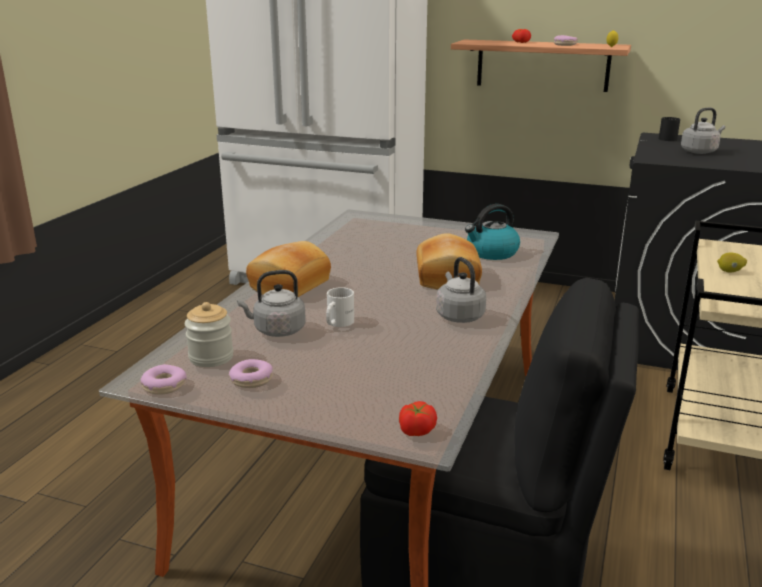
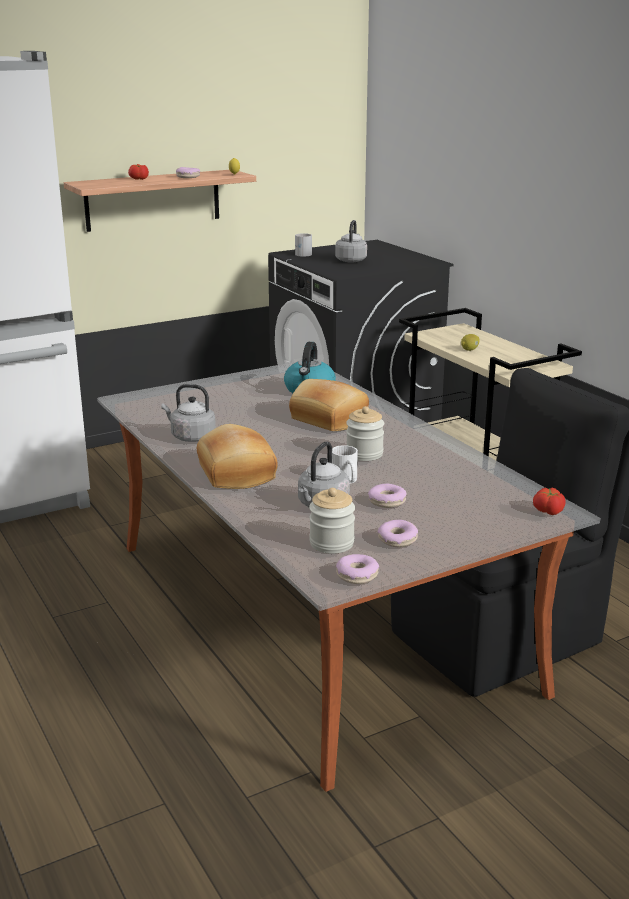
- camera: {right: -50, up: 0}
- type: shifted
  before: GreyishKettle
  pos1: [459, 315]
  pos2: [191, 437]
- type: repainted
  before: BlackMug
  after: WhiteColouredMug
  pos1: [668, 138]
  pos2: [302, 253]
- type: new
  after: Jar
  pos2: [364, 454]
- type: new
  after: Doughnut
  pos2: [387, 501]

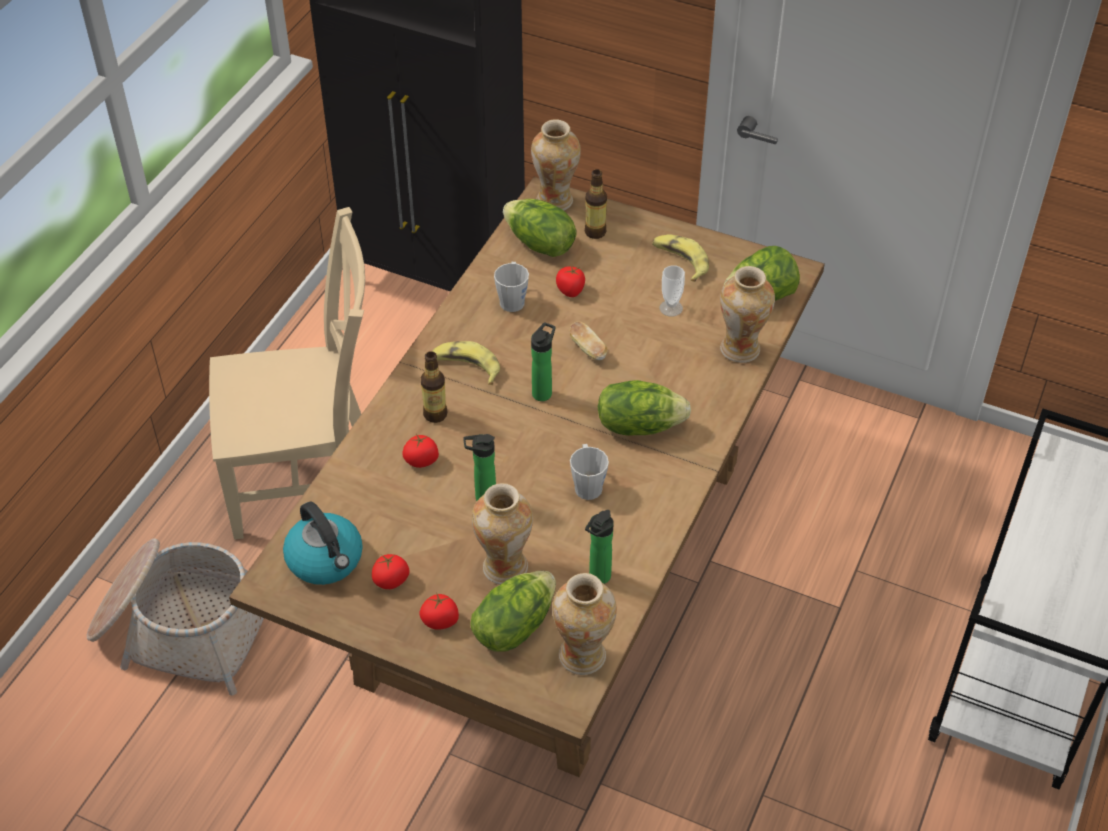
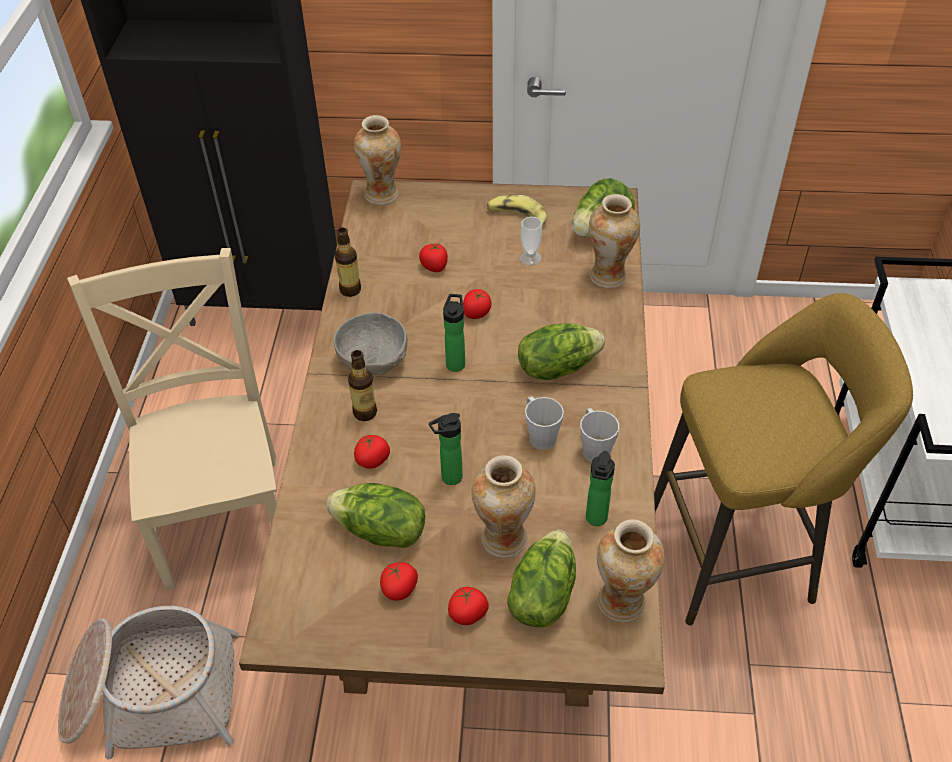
- camera: {right: -20, up: 0}
- type: rotated
  before: BeigeColouredUprightChair
  pos1: [310, 481]
  pos2: [222, 513]
  turn: -75
- type: shifted
  before: HeadOfLettuce
  pos1: [539, 244]
  pos2: [380, 532]
- type: swapped
  before: WholeBanana
  after: GreyishDeepDish
  pos1: [466, 367]
  pos2: [373, 360]
- type: shifted
  before: DrinkBottle
  pos1: [595, 232]
  pos2: [350, 290]
- type: swapped
  before: BakedBread
  after: FreshTomato
  pos1: [588, 349]
  pos2: [476, 313]
- type: shifted
  before: GreyishMug
  pos1: [512, 299]
  pos2: [594, 448]
- type: new
  after: YellowColouredStool
  pos2: [739, 553]
- type: gone
  before: Kettle
  pos1: [326, 560]

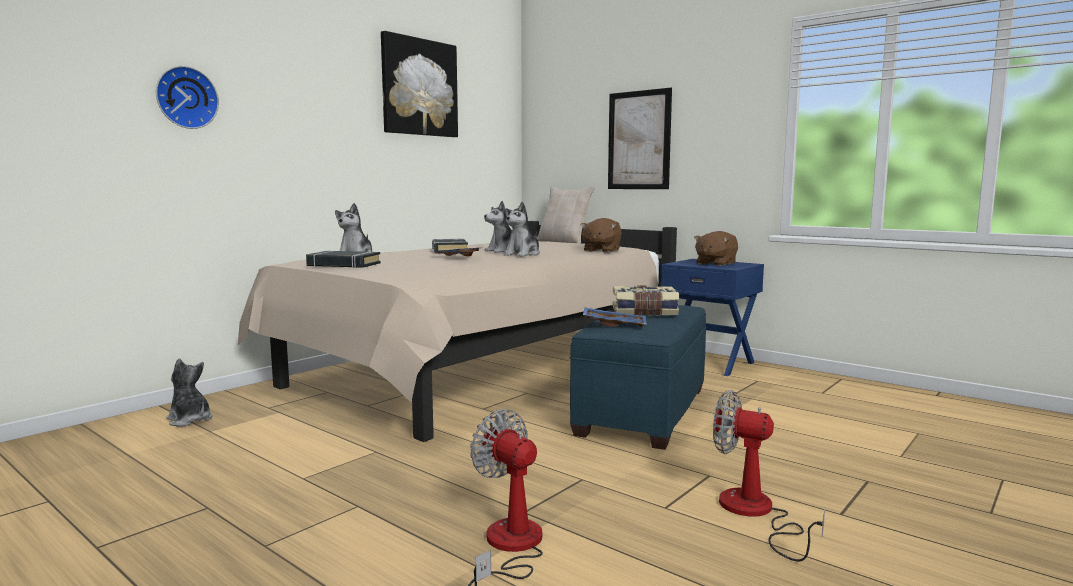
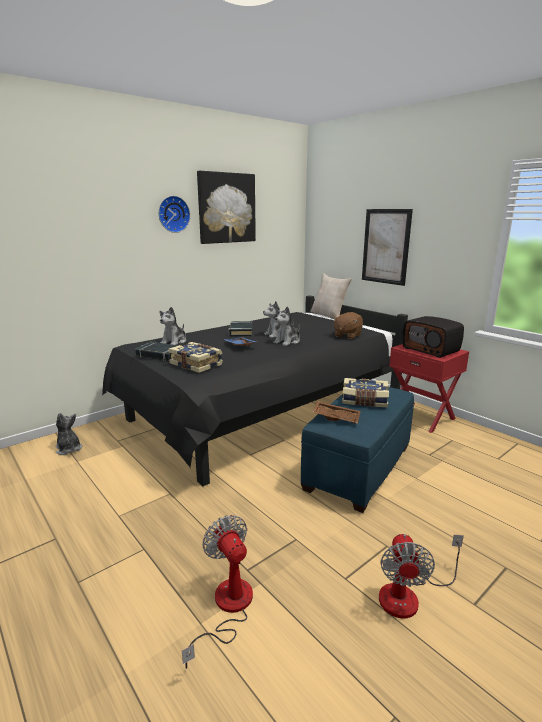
- camera: {right: 10, up: 10}
- type: repainted
  before: BeigeColouredBedroomBed
  after: BlackBedroomBed
  pos1: [483, 369]
  pos2: [261, 411]
- type: shifted
  before: WallClock
  pos1: [185, 98]
  pos2: [173, 214]
- type: new
  after: BoundBook
  pos2: [197, 364]
- type: repainted
  before: BluishServingTray
  after: BrownColouredServingTray
  pos1: [614, 324]
  pos2: [336, 417]
- type: rotated
  before: ElectricFan
  pos1: [755, 513]
  pos2: [409, 594]
  turn: -120
- type: repainted
  before: BluishNightTable
  after: RedColouredNightTable
  pos1: [709, 363]
  pos2: [421, 416]
- type: swapped
  before: BrownColouredCuddlyToy
  after: Radio
  pos1: [715, 264]
  pos2: [431, 349]

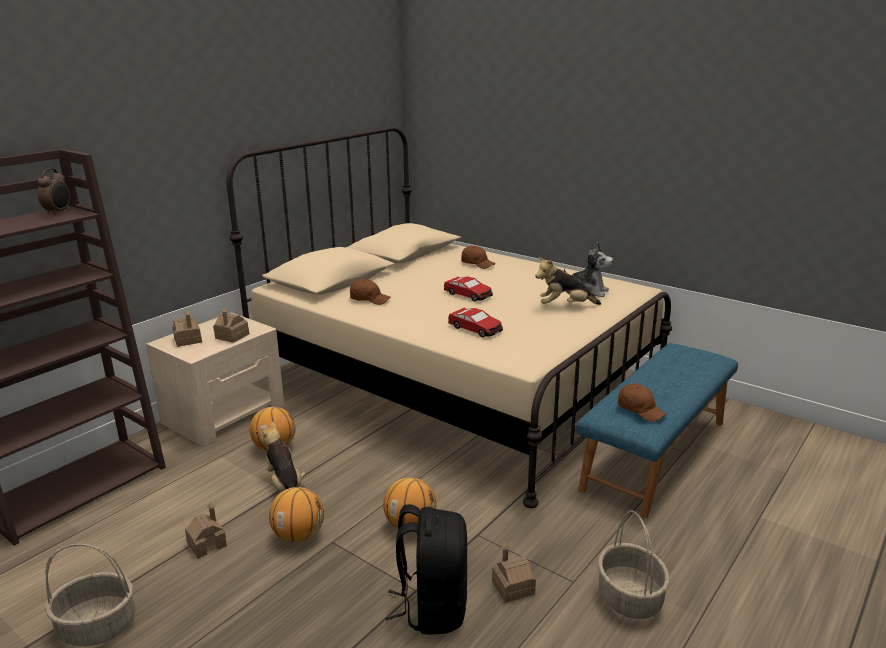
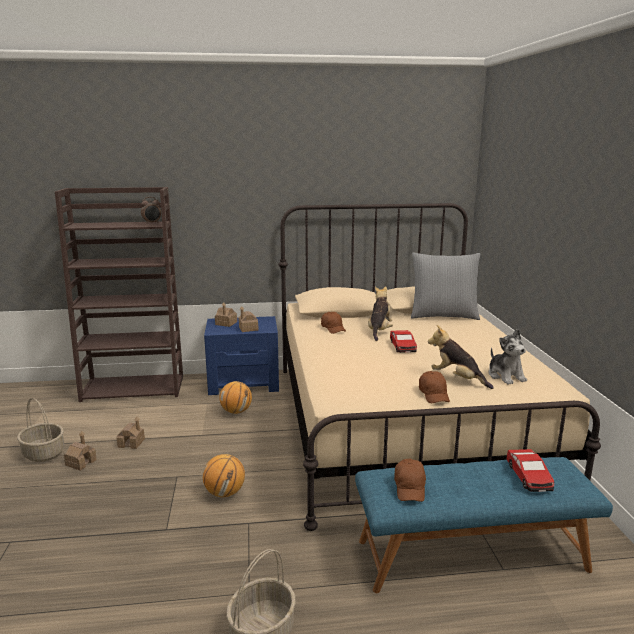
- camera: {right: 45, up: -5}
- type: shifted
  before: ToyHouse
  pos1: [513, 587]
  pos2: [81, 462]
- type: repainted
  before: BeigeColouredNightTable
  after: BluishNightTable
  pos1: [224, 414]
  pos2: [244, 382]
- type: shifted
  before: CuddlyToy
  pos1: [285, 486]
  pos2: [379, 331]
- type: new
  after: GreyishThrowPillow
  pos2: [443, 316]
- type: shifted
  before: BrownColouredCap
  pos1: [477, 264]
  pos2: [434, 395]
- type: shifted
  before: ModelCar
  pos1: [475, 329]
  pos2: [529, 476]
- type: gone
  before: BasketballBall
  pos1: [299, 536]
- type: gone
  before: BlackKnapsack
  pos1: [432, 607]

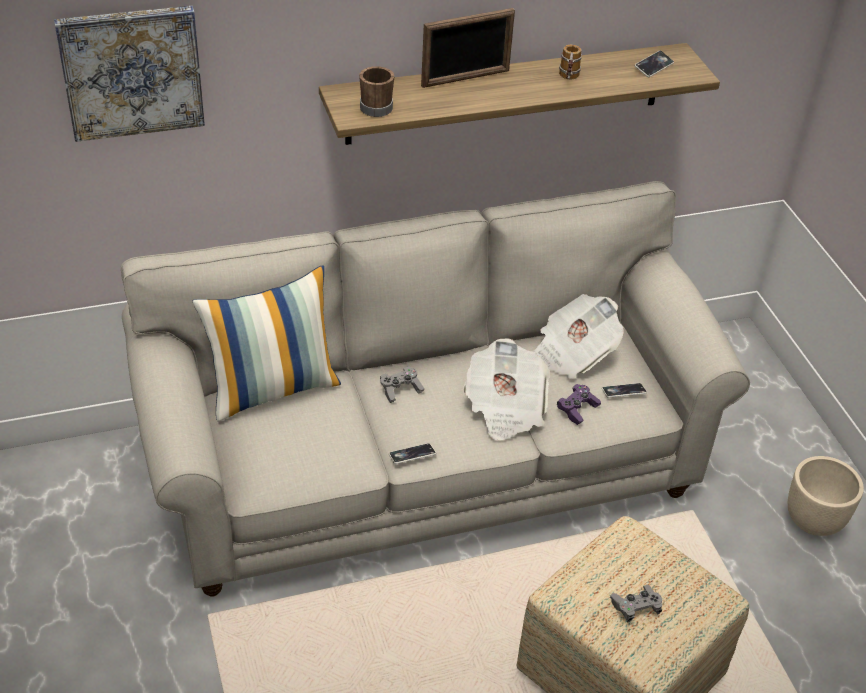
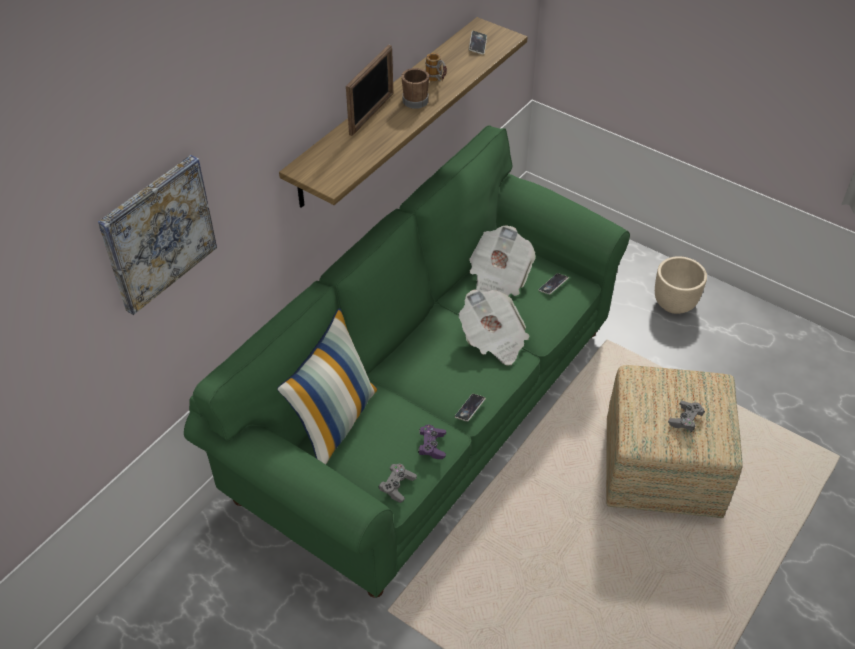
- camera: {right: -35, up: 5}
- type: repainted
  before: BeigeColouredCouch
  after: GreenColouredCouch
  pos1: [426, 466]
  pos2: [427, 413]
- type: shifted
  before: GreyishGameController
  pos1: [400, 390]
  pos2: [397, 486]
- type: shifted
  before: BrownColouredMug
  pos1: [378, 106]
  pos2: [414, 99]
- type: shifted
  before: PurpleColouredGameController
  pos1: [577, 409]
  pos2: [432, 446]

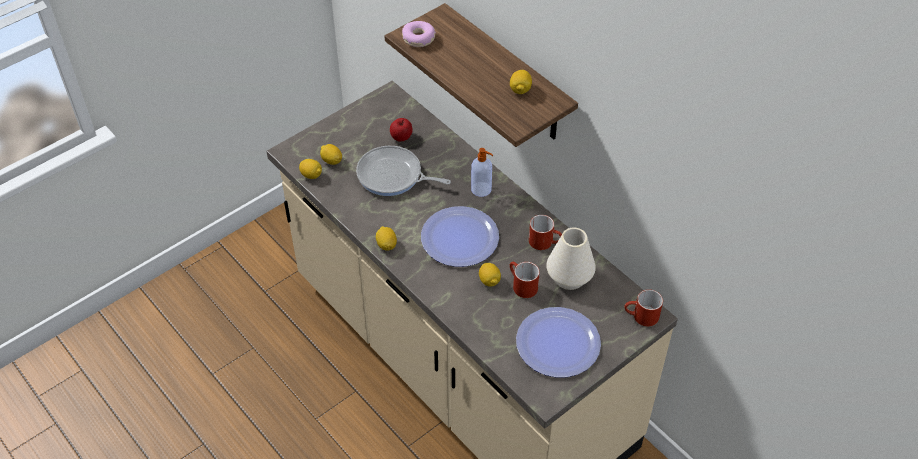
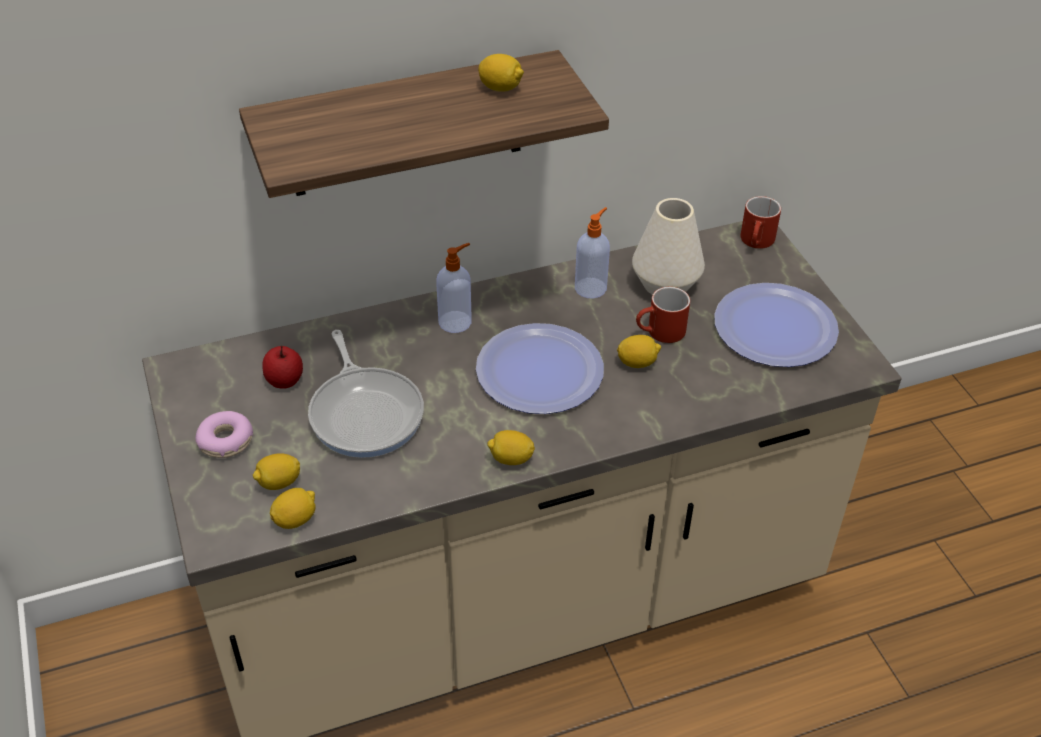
- camera: {right: -70, up: -5}
- type: shifted
  before: Doughnut
  pos1: [418, 39]
  pos2: [226, 441]
- type: rotated
  before: FryingPan
  pos1: [393, 176]
  pos2: [366, 413]
  turn: -60
- type: swapped
  before: RedColouredMug
  after: LiquidSoapBottle
  pos1: [545, 242]
  pos2: [591, 287]

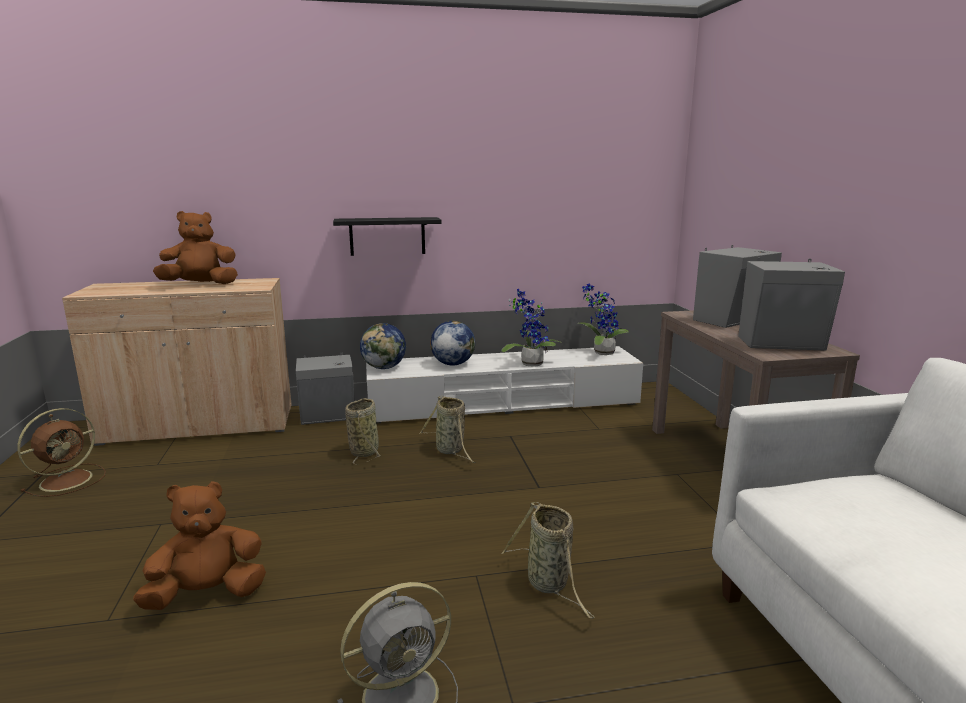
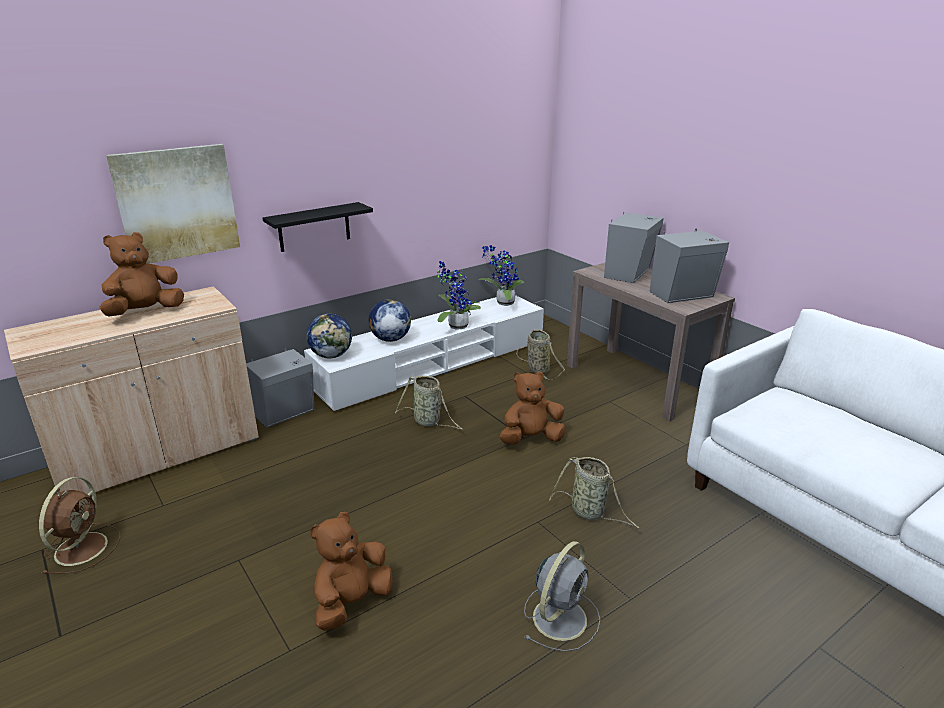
- camera: {right: -25, up: 10}
- type: new
  after: WallPicture
  pos2: [177, 203]
- type: new
  after: BrownColouredCuddlyToy
  pos2: [531, 439]
- type: shifted
  before: StorageBasket
  pos1: [364, 451]
  pos2: [537, 369]

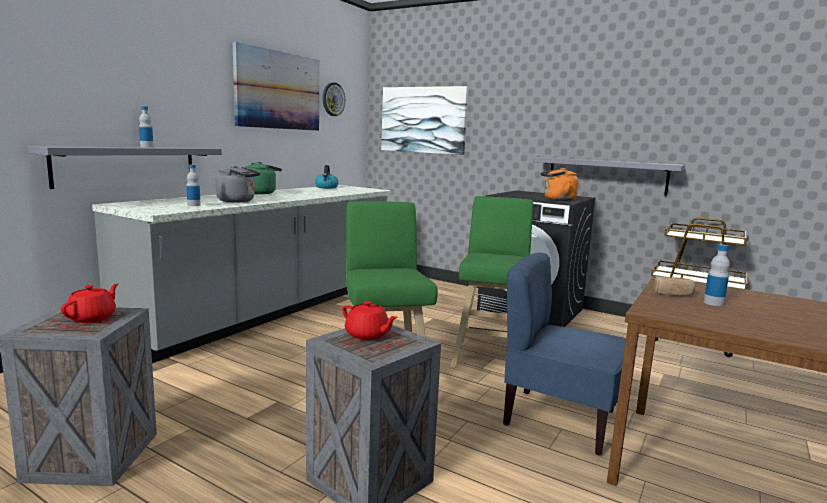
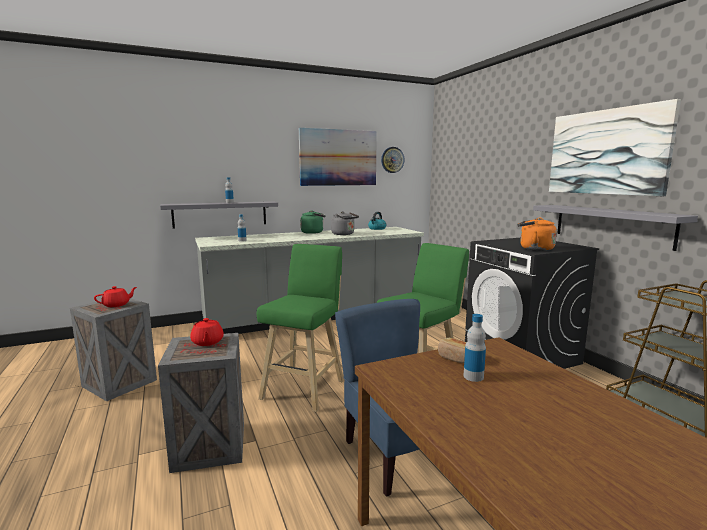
- camera: {right: 35, up: 0}
- type: shifted
  before: GreyishKettle
  pos1: [238, 201]
  pos2: [344, 234]
- type: shifted
  before: WallPicture
  pos1: [423, 120]
  pos2: [606, 152]

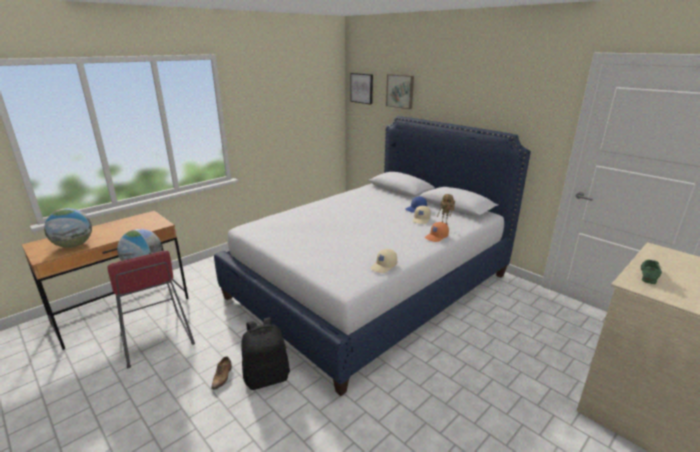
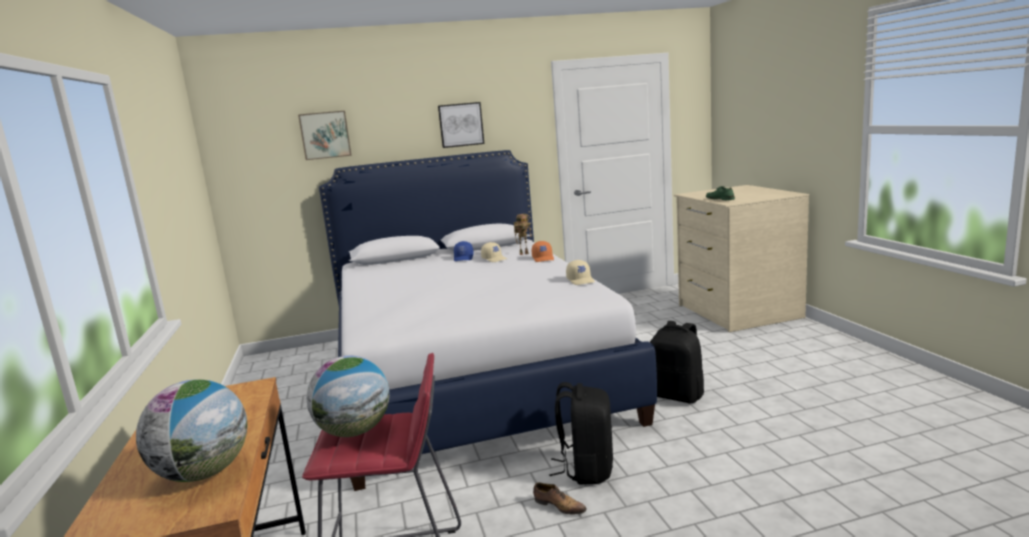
- camera: {right: -60, up: -10}
- type: shifted
  before: WallPicture
  pos1: [362, 88]
  pos2: [461, 125]
- type: new
  after: BlackKnapsack
  pos2: [677, 395]

